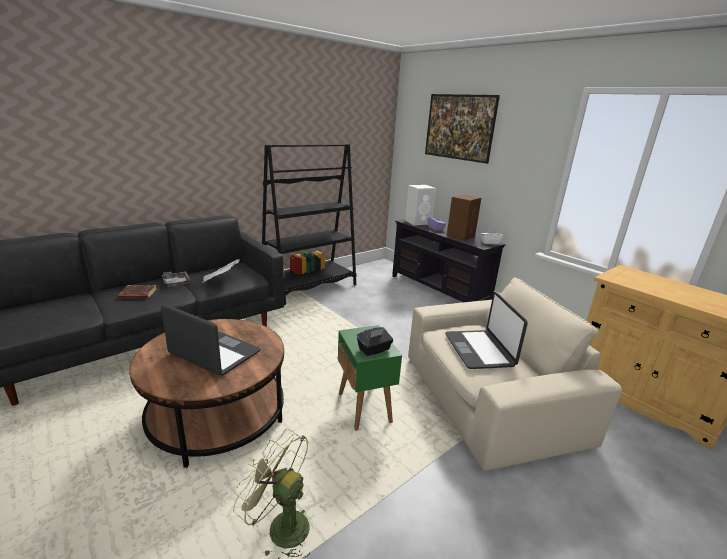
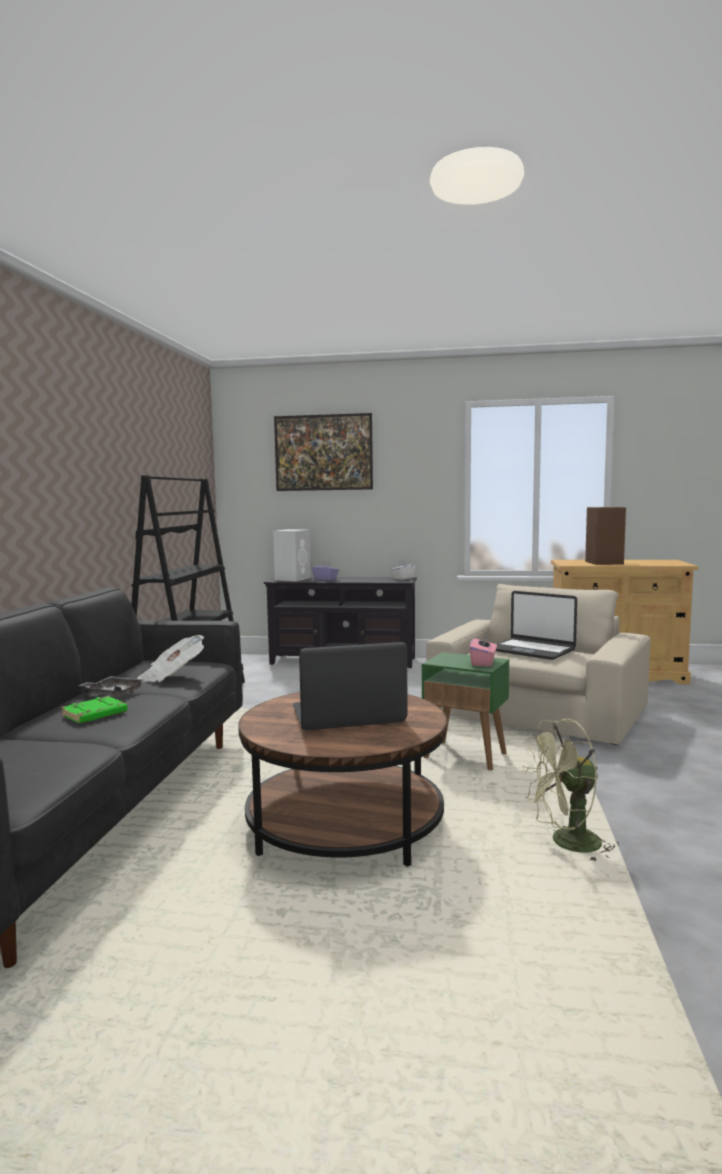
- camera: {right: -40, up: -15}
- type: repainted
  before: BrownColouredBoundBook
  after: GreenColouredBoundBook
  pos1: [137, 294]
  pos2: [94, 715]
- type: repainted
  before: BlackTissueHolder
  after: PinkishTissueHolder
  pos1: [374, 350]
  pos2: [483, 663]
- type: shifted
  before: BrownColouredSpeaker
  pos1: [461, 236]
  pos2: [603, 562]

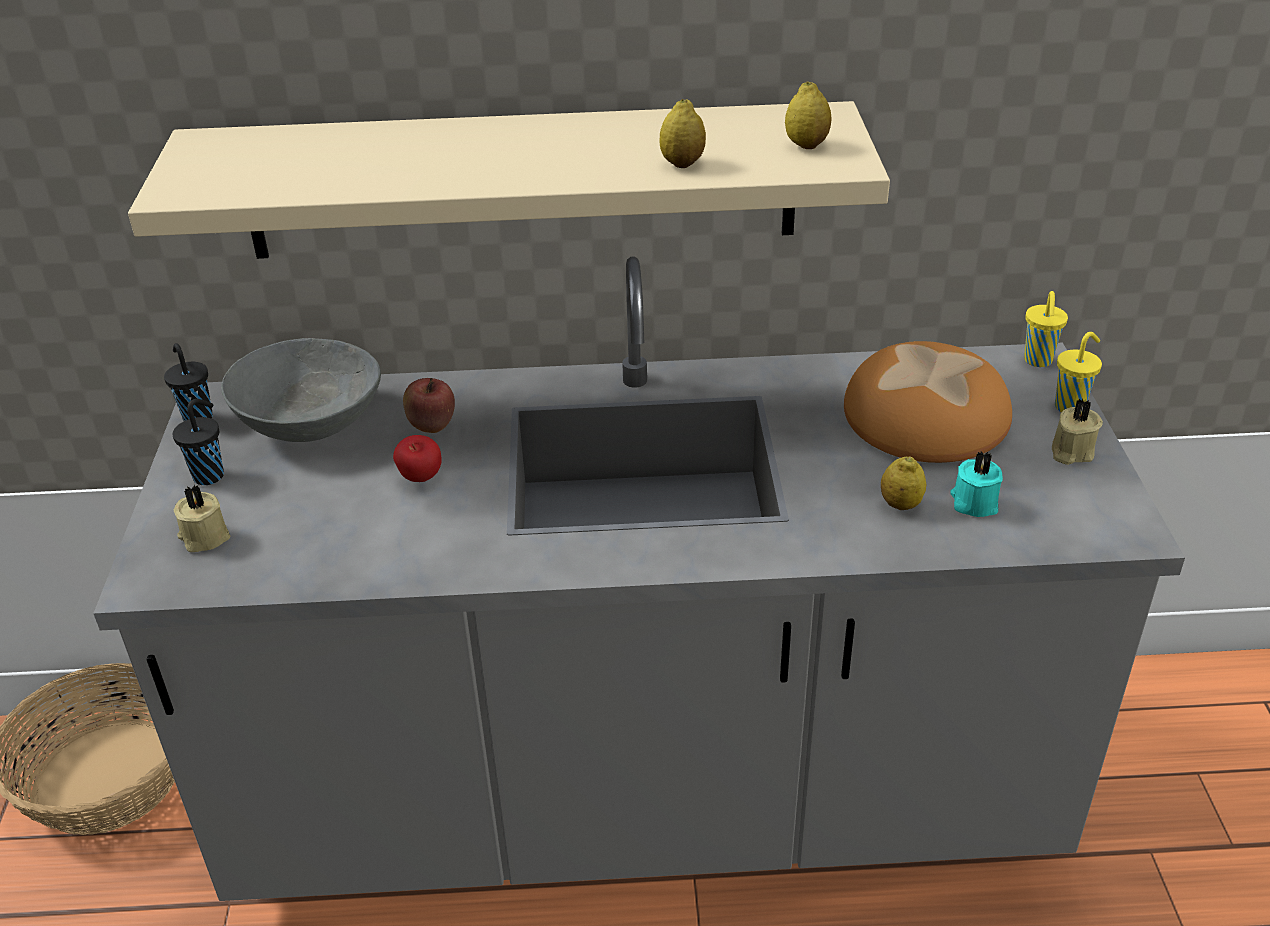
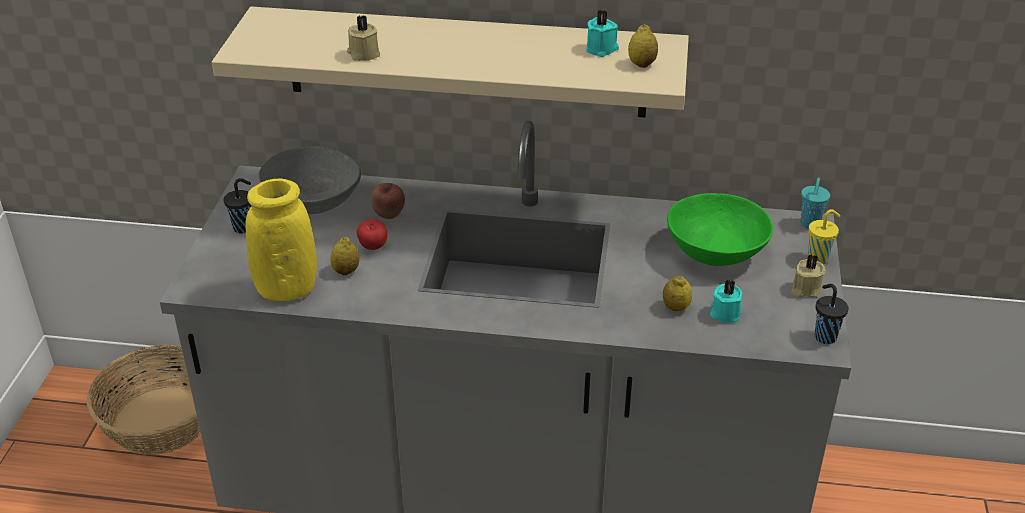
- camera: {right: 10, up: 0}
- type: new
  after: YellowColouredFlowerVase
  pos2: [287, 289]
- type: shifted
  before: CitrusFruit
  pos1: [682, 163]
  pos2: [346, 271]
- type: shifted
  before: BeigeColouredCandle
  pos1: [204, 537]
  pos2: [363, 54]
- type: new
  after: BlueGreenCandle
  pos2: [602, 49]
- type: swapped
  before: BakedBread
  after: GreenColouredDeepDish
  pos1: [926, 417]
  pos2: [716, 252]
- type: repainted
  before: YellowColouredCup
  after: BlueGreenCup
  pos1: [1038, 361]
  pos2: [809, 224]
- type: shifted
  before: BlackCup
  pos1: [197, 417]
  pos2: [824, 336]

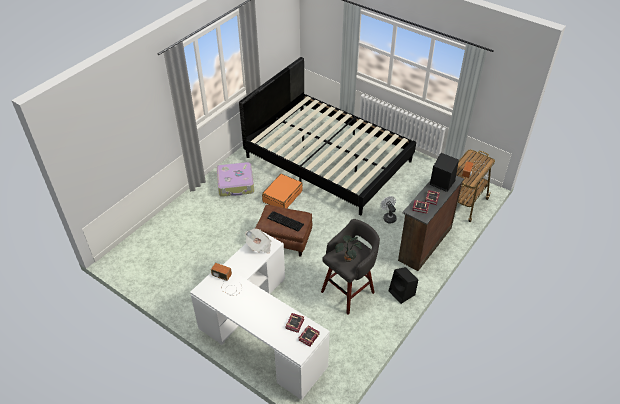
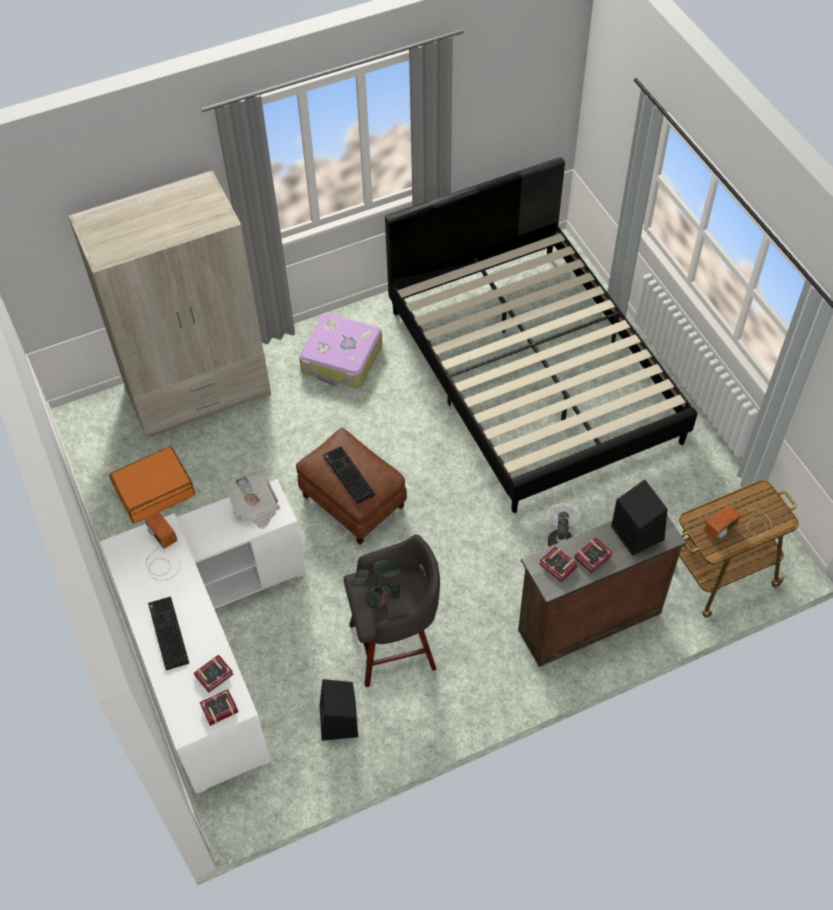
- camera: {right: 30, up: 10}
- type: new
  after: BeigeColouredClothesCupboard
  pos2: [199, 392]
- type: shifted
  before: OrangeTravelCase
  pos1: [282, 196]
  pos2: [154, 491]
- type: new
  after: ComputerKeyboard
  pos2: [167, 633]
- type: shifted
  before: BlackSpeaker
  pos1: [402, 293]
  pos2: [339, 722]

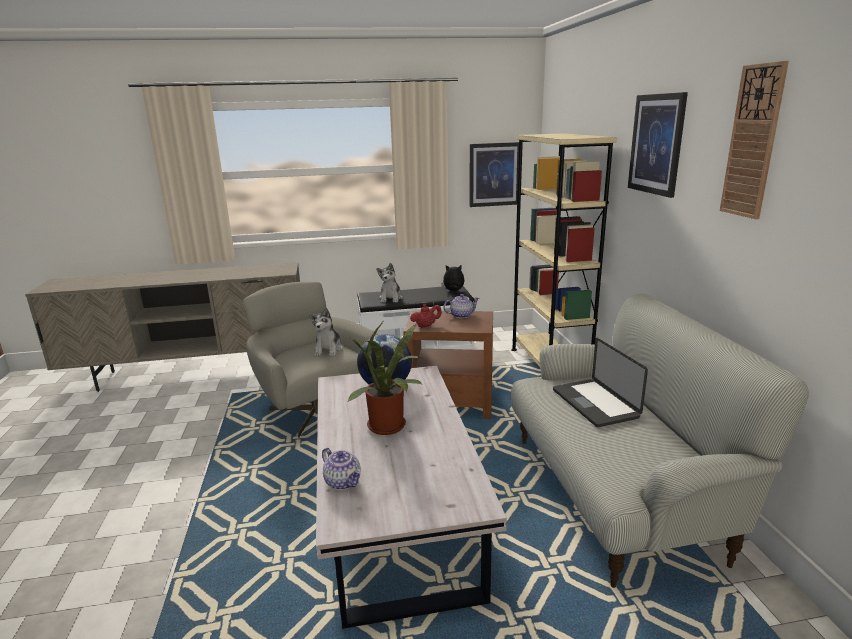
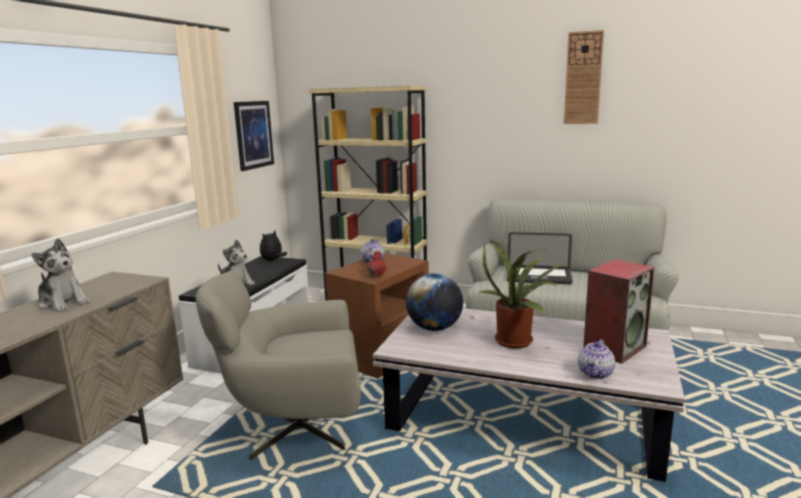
- camera: {right: -60, up: -5}
- type: shifted
  before: CuddlyToy
  pos1: [328, 349]
  pos2: [63, 303]
- type: rotated
  before: PotForTea
  pos1: [343, 482]
  pos2: [595, 373]
  turn: 135
- type: new
  after: Speaker
  pos2: [614, 347]
- type: gone
  before: WallPicture
  pos1: [656, 144]

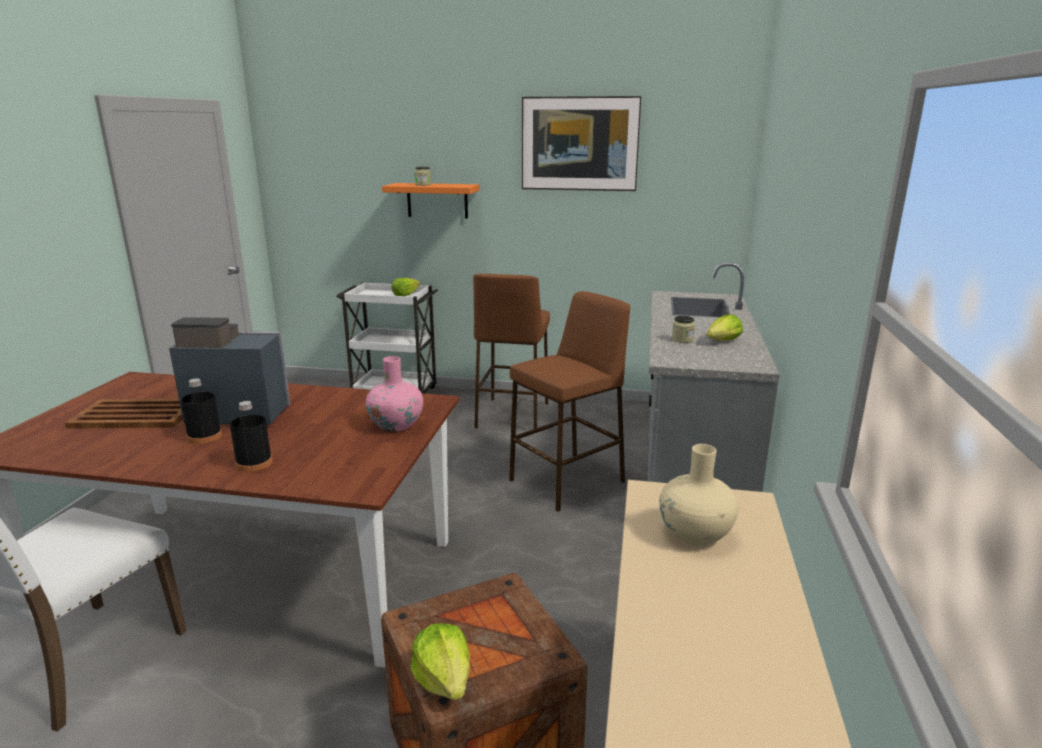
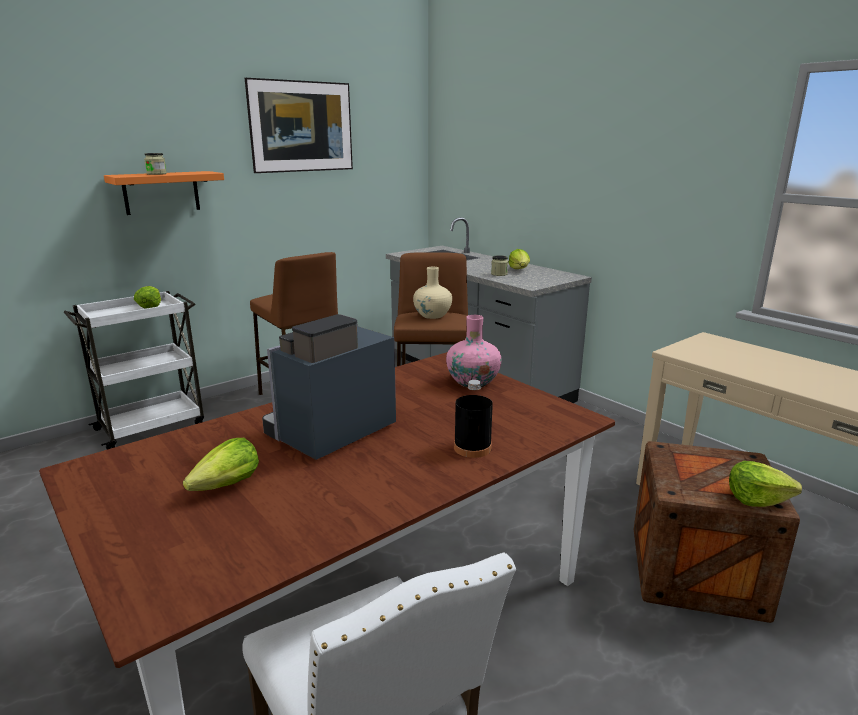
- camera: {right: -50, up: 0}
- type: swapped
  before: BrownColouredServingTray
  after: HeadOfLettuce
  pos1: [136, 415]
  pos2: [227, 485]
- type: shifted
  before: BeigeColouredFlowerVase
  pos1: [695, 534]
  pos2: [432, 315]
- type: gone
  before: BlackDrinkBottle
  pos1: [204, 437]

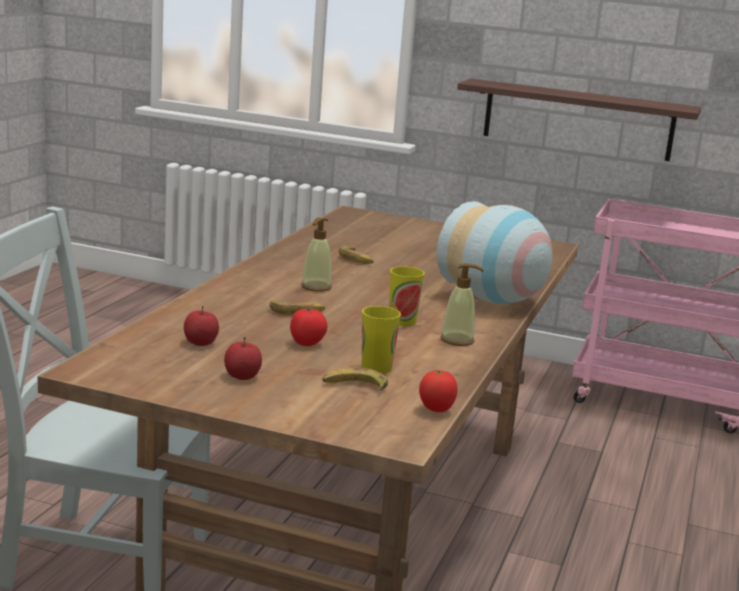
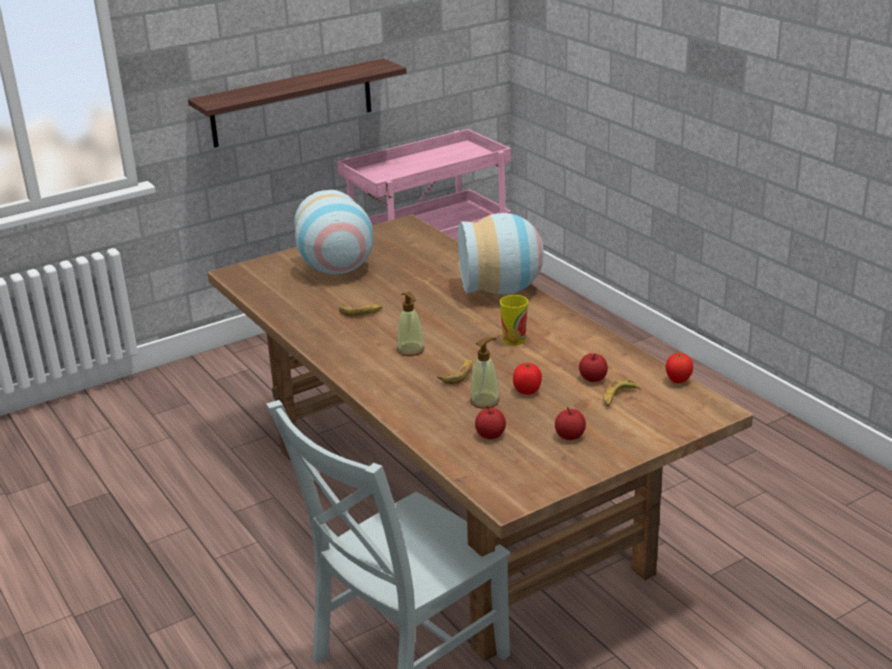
- camera: {right: -50, up: 10}
- type: new
  after: FlowerVase
  pos2: [337, 269]
- type: shifted
  before: LiquidSoapBottle
  pos1: [457, 340]
  pos2: [485, 401]
- type: swapped
  before: Cup
  after: Apple
  pos1: [376, 368]
  pos2: [593, 378]

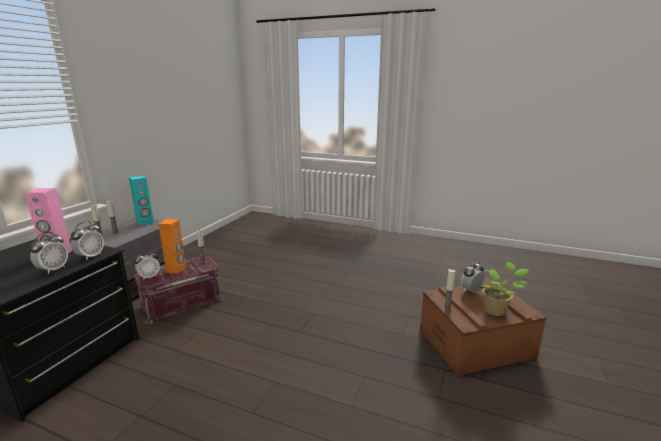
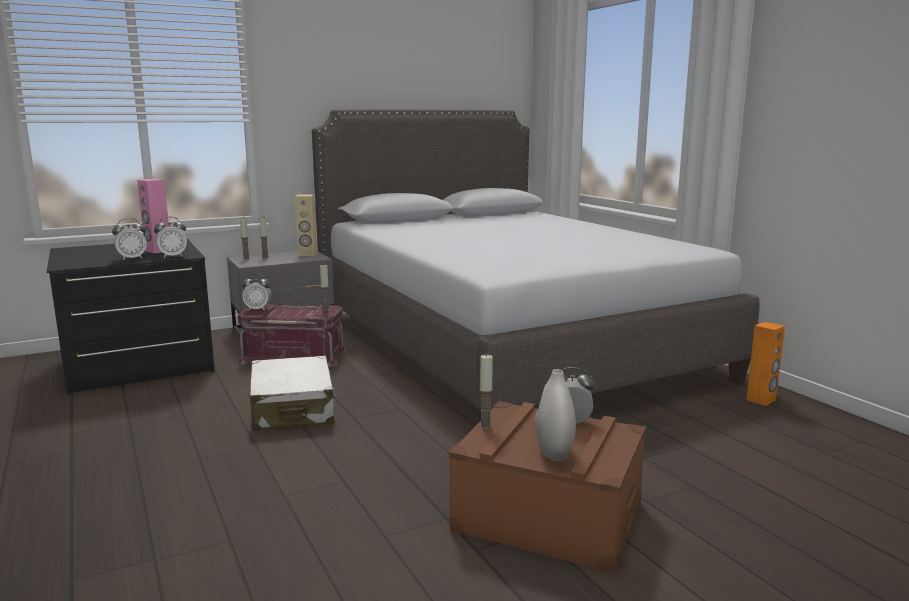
- camera: {right: 40, up: -5}
- type: new
  after: WhiteColouredTravelCase
  pos2: [292, 409]
- type: repainted
  before: BlueGreenSpeaker
  after: BeigeColouredSpeaker
  pos1: [145, 222]
  pos2: [307, 254]
- type: new
  after: GreyishBedroomBed
  pos2: [505, 344]
- type: swapped
  before: PlantInAPot
  after: WhiteColouredFlowerVase
  pos1: [496, 310]
  pos2: [553, 452]
- type: shifted
  before: OrangeSpeaker
  pos1: [176, 270]
  pos2: [761, 400]

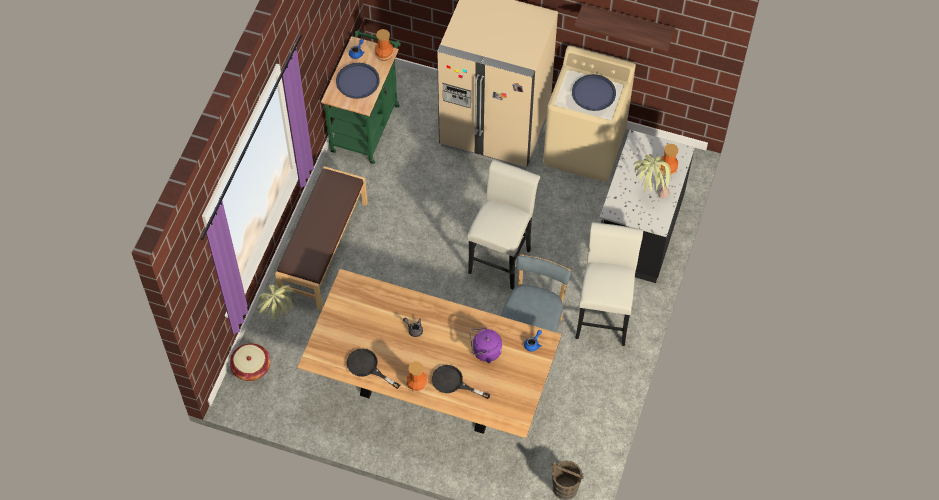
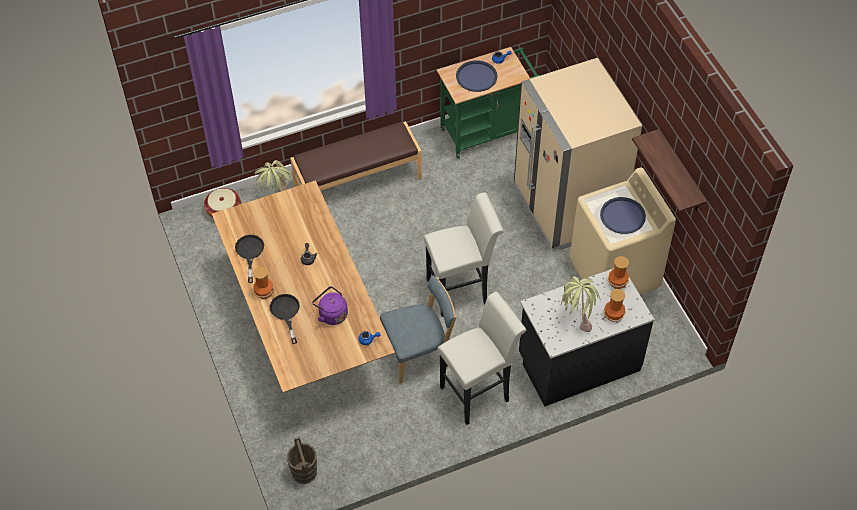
- camera: {right: 50, up: -5}
- type: shifted
  before: FlowerVase
  pos1: [384, 54]
  pos2: [617, 282]

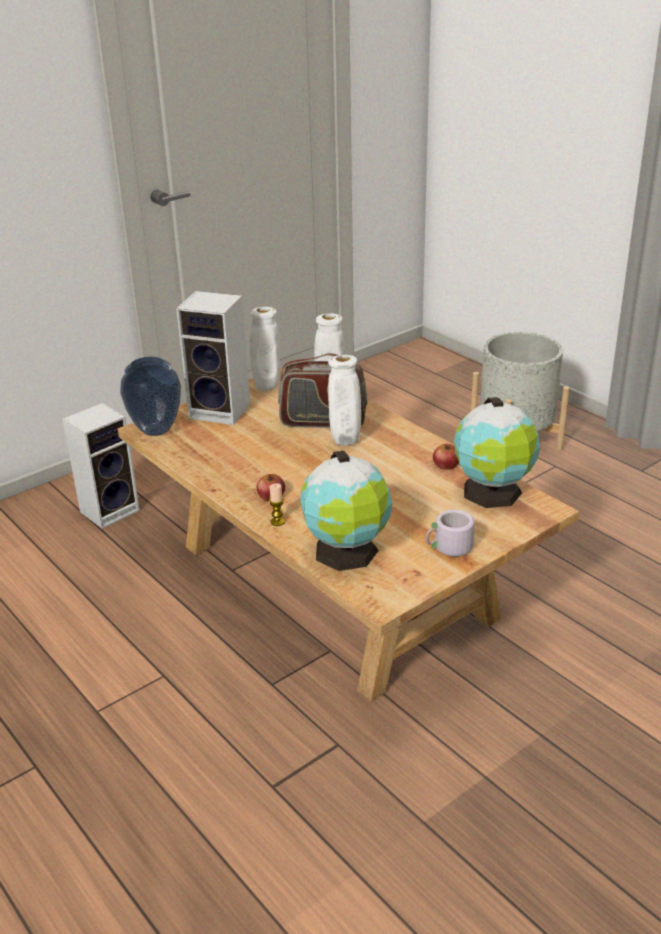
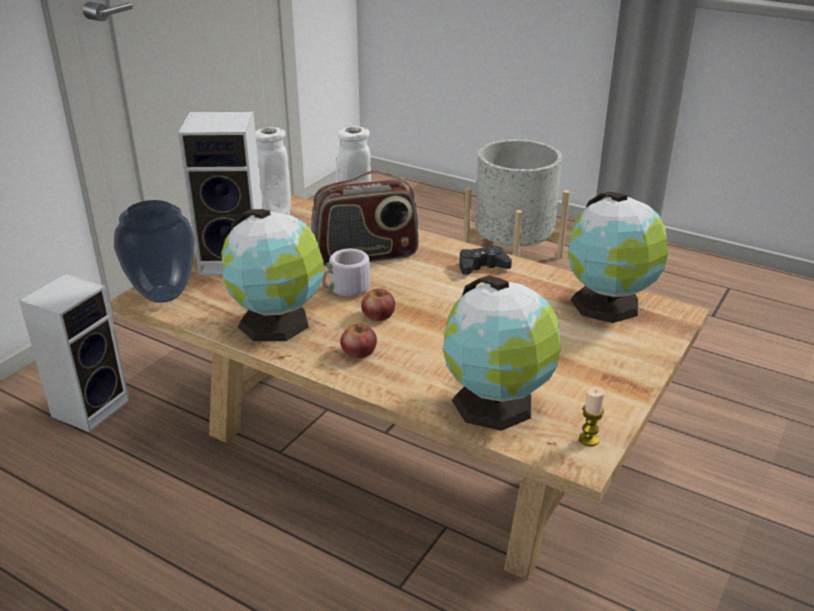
- camera: {right: -20, up: 0}
- type: new
  after: DeskGlobe
  pos2: [277, 324]
- type: shifted
  before: GreyishMug
  pos1: [450, 549]
  pos2: [347, 291]
- type: shifted
  before: Apple
  pos1: [446, 465]
  pos2: [378, 315]
- type: new
  after: BlackGameController
  pos2: [482, 266]
- type: shifted
  before: Candle
  pos1: [277, 521]
  pos2: [589, 439]
- type: gone
  before: WhiteColouredFlowerVase
  pos1: [345, 443]

